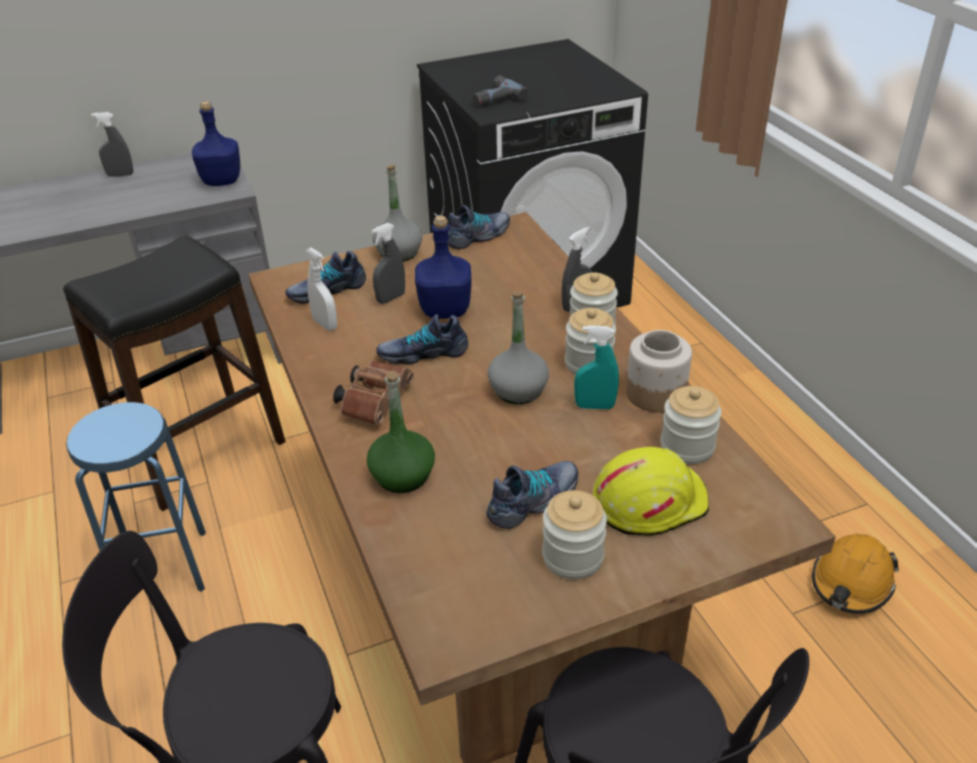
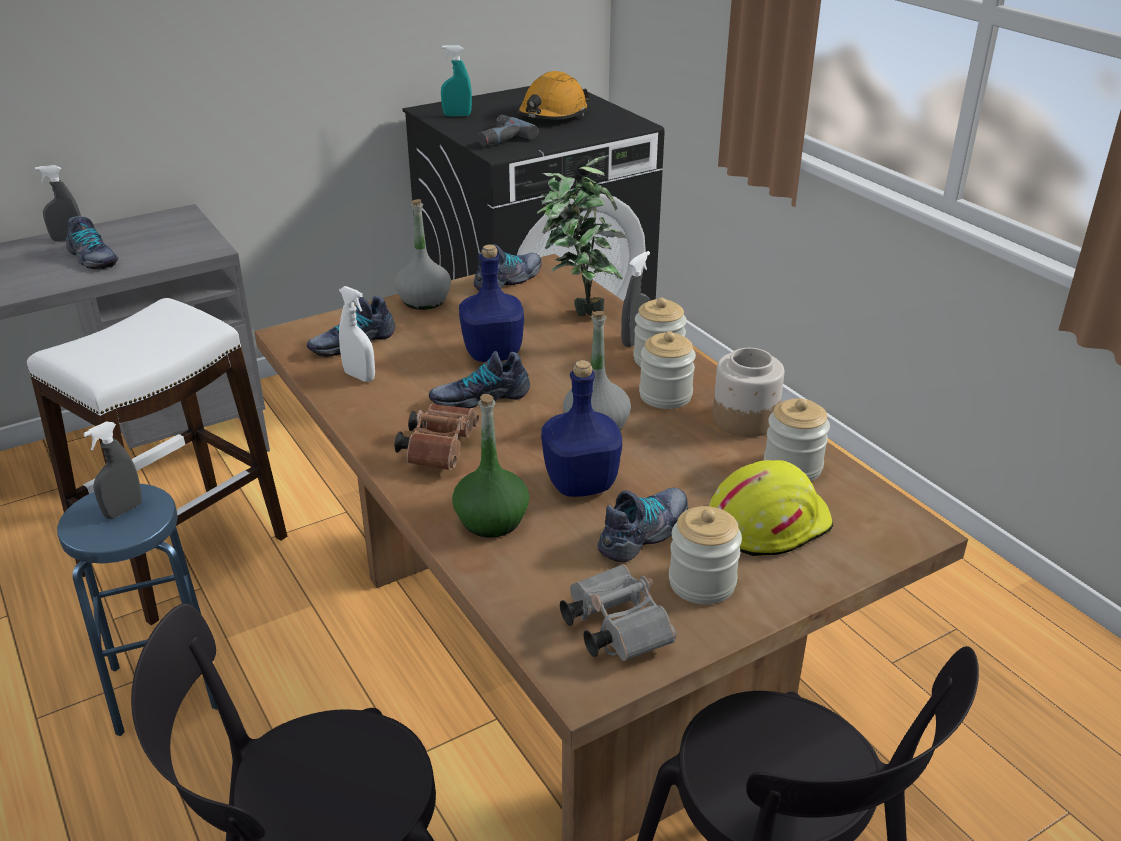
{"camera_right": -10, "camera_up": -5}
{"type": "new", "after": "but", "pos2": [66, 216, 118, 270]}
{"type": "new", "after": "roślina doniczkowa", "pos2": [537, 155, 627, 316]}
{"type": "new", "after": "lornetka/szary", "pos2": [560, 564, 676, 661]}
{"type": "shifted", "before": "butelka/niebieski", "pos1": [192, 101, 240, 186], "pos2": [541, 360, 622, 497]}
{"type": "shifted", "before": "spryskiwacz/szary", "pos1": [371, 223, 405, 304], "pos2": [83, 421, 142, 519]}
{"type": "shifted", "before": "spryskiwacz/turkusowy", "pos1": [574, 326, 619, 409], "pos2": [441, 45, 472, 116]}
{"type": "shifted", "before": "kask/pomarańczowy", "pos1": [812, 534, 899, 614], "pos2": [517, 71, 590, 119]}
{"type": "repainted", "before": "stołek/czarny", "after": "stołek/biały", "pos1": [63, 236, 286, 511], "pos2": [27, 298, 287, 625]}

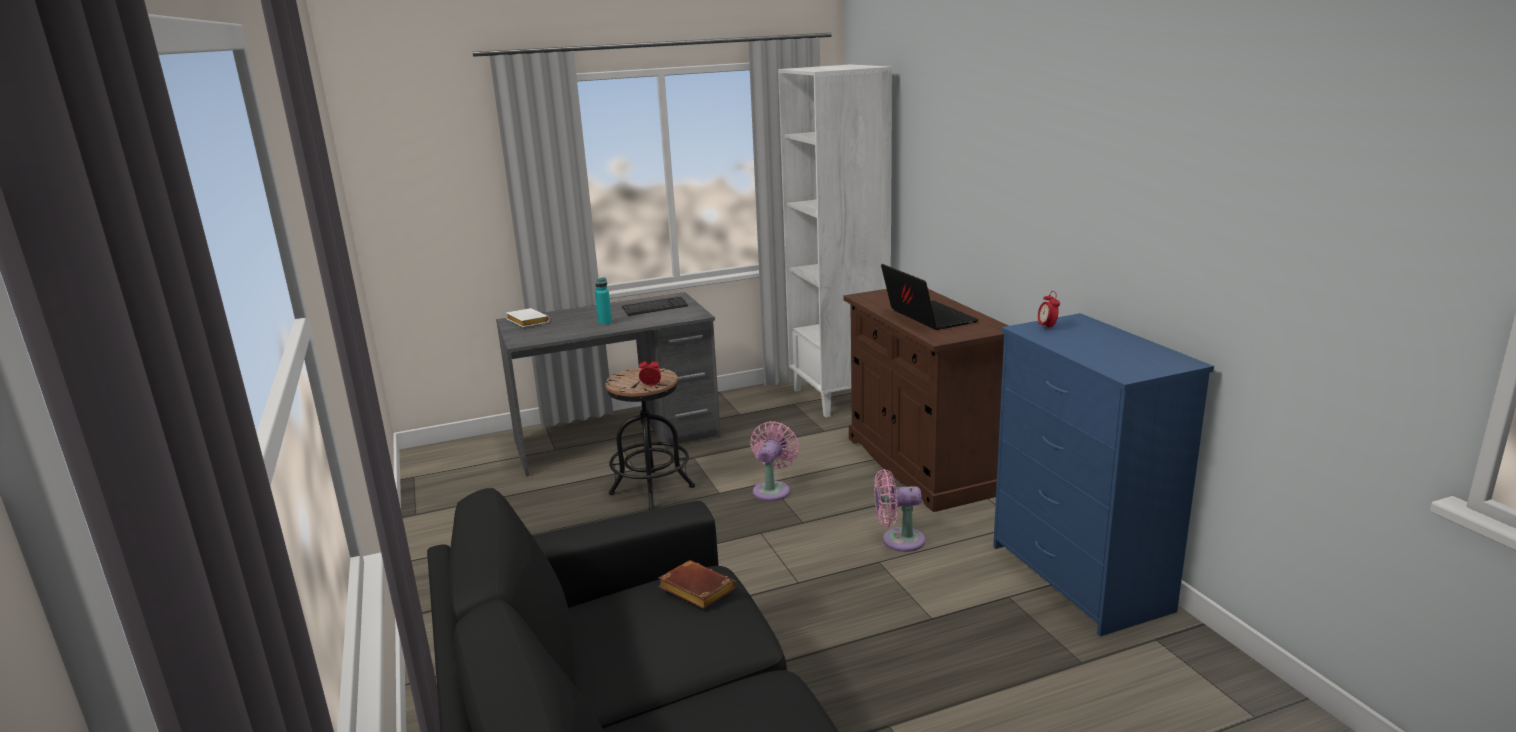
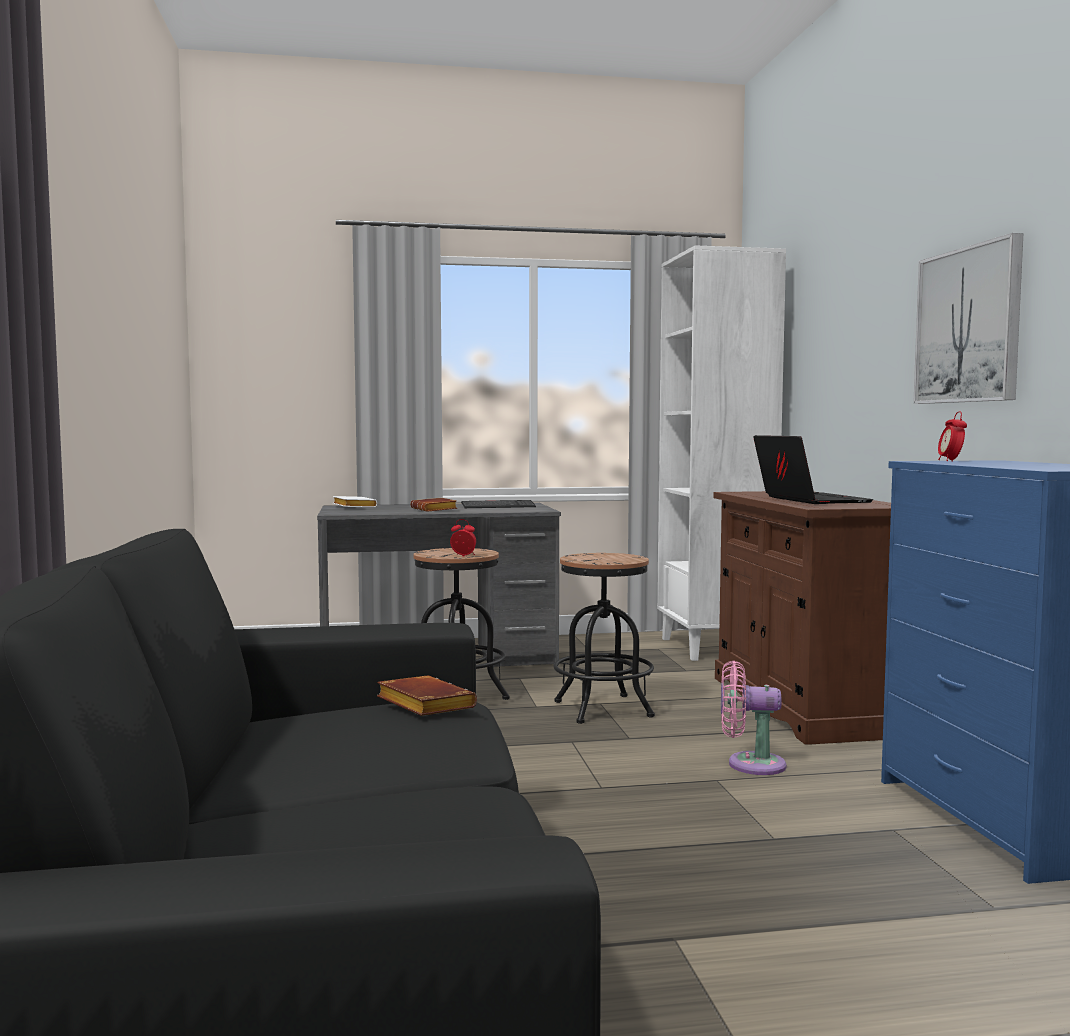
{"camera_right": 10, "camera_up": -15}
{"type": "new", "after": "obraz", "pos2": [913, 233, 1023, 404]}
{"type": "swapped", "before": "butelka/turkusowy", "after": "książka/brązowy", "pos1": [595, 277, 612, 326], "pos2": [410, 498, 457, 512]}
{"type": "swapped", "before": "wentylator/różowy", "after": "stołek/czarny", "pos1": [750, 421, 799, 501], "pos2": [553, 553, 655, 724]}

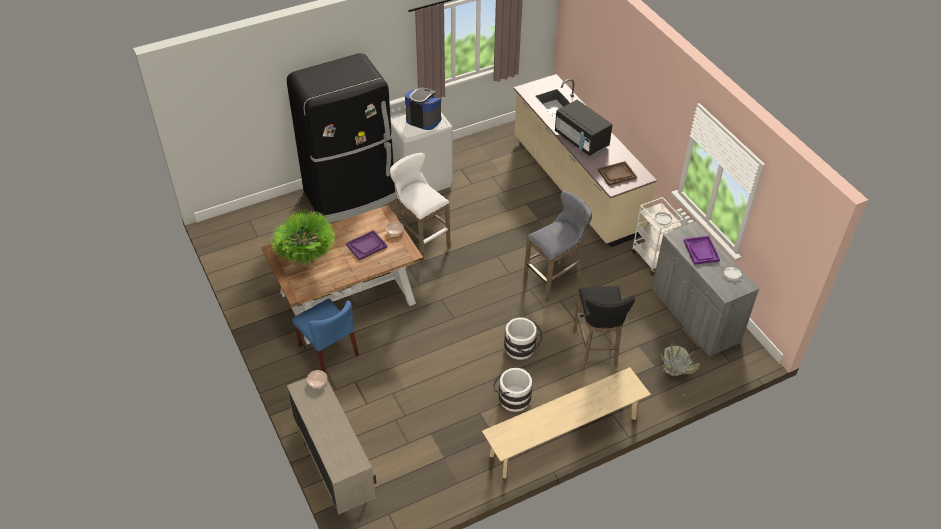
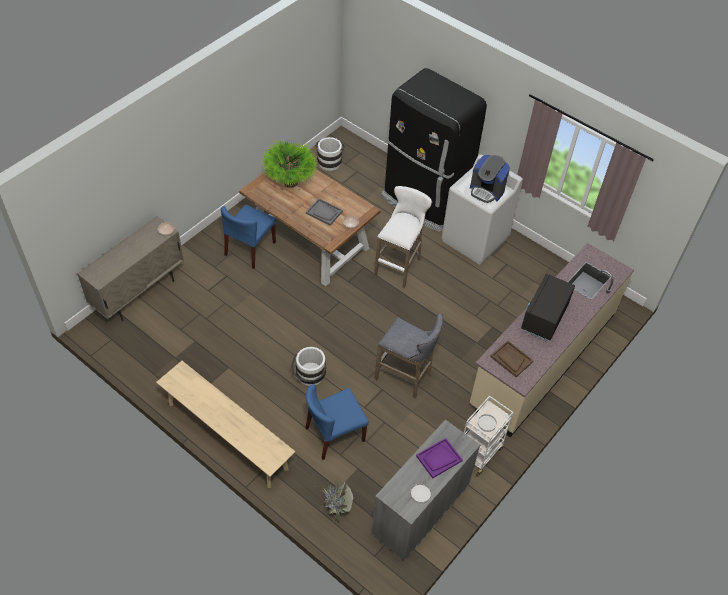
{"camera_right": 65, "camera_up": 5}
{"type": "shifted", "before": "wiadro/biały", "pos1": [493, 368, 533, 412], "pos2": [316, 137, 345, 171]}
{"type": "swapped", "before": "stołek/czarny", "after": "krzesło/niebieski", "pos1": [573, 286, 635, 369], "pos2": [305, 384, 369, 460]}
{"type": "repainted", "before": "taca/fioletowy", "after": "taca/szary", "pos1": [346, 230, 387, 260], "pos2": [306, 198, 343, 226]}
{"type": "rotated", "before": "ekspres do kawy", "pos1": [405, 87, 441, 130], "pos2": [470, 155, 510, 203], "turn": 120}

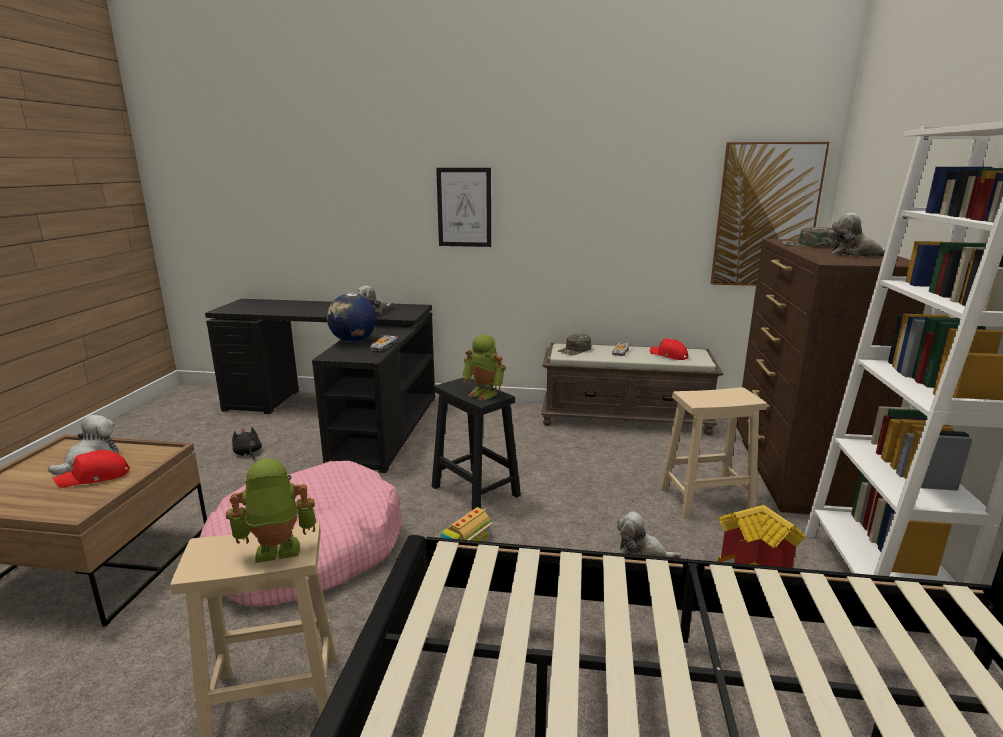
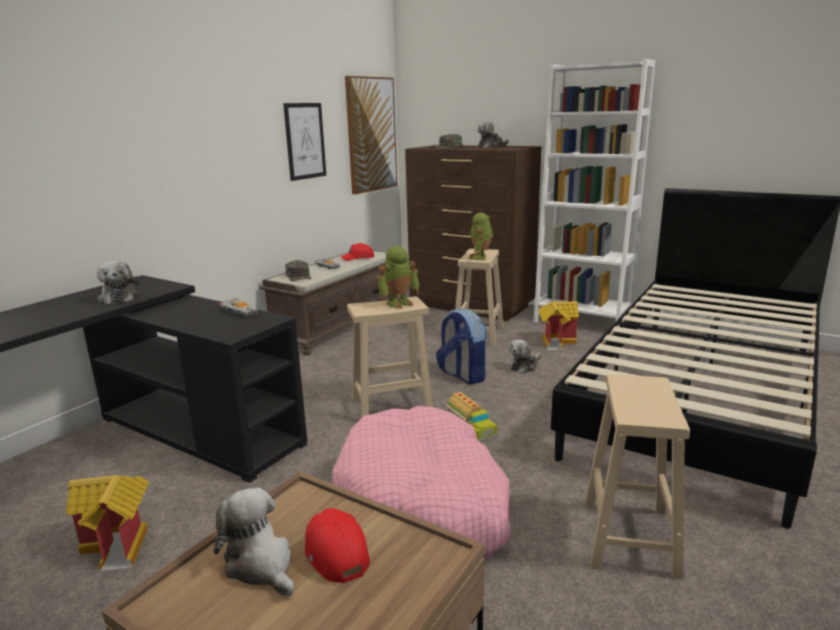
{"camera_right": -65, "camera_up": 0}
{"type": "gone", "before": "globus", "pos1": [327, 293, 377, 342]}
{"type": "new", "after": "plecak", "pos2": [436, 308, 487, 384]}
{"type": "shifted", "before": "robot zabawkowy", "pos1": [226, 458, 316, 563], "pos2": [469, 213, 493, 260]}
{"type": "shifted", "before": "obraz", "pos1": [436, 168, 491, 247], "pos2": [283, 103, 326, 181]}
{"type": "swapped", "before": "pluszak/czarny", "after": "domek", "pos1": [232, 427, 262, 459], "pos2": [66, 475, 149, 571]}
{"type": "repainted", "before": "stołek/czarny", "after": "stołek/beżowy", "pos1": [431, 378, 521, 510], "pos2": [347, 296, 433, 418]}
{"type": "rotated", "before": "czapka z daszkiem/czerwony", "pos1": [53, 450, 130, 488], "pos2": [305, 508, 370, 583], "turn": 150}

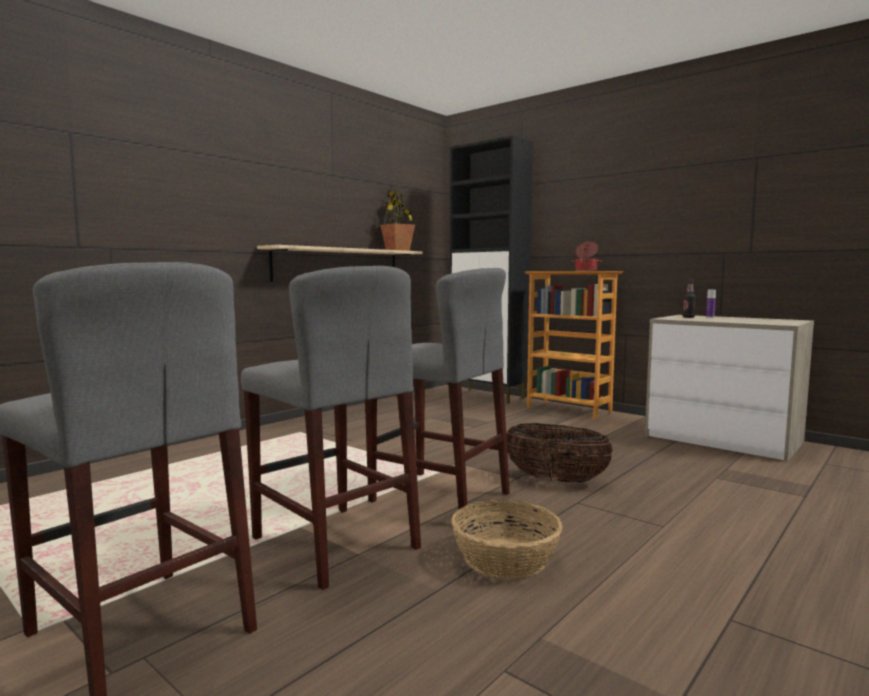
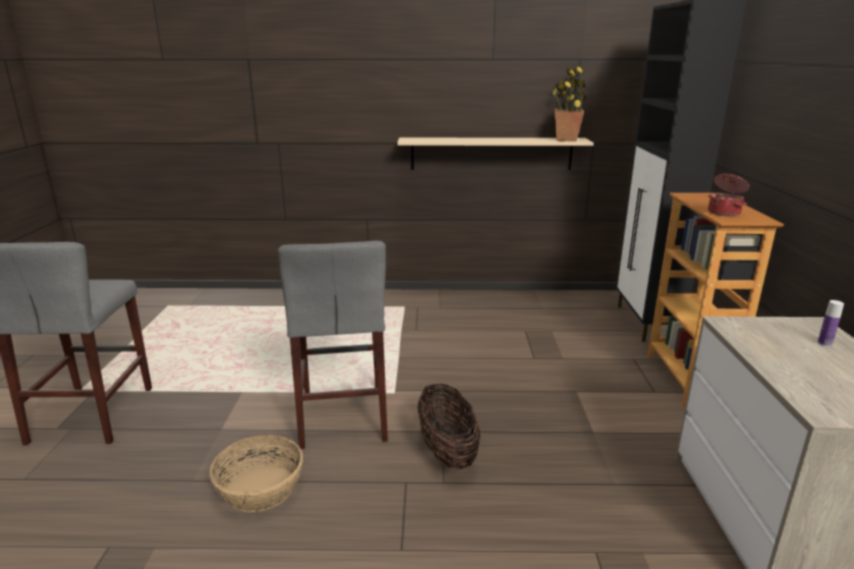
{"camera_right": 50, "camera_up": 15}
{"type": "gone", "before": "stołek/szary", "pos1": [241, 266, 421, 590]}
{"type": "gone", "before": "butelka", "pos1": [683, 279, 696, 318]}

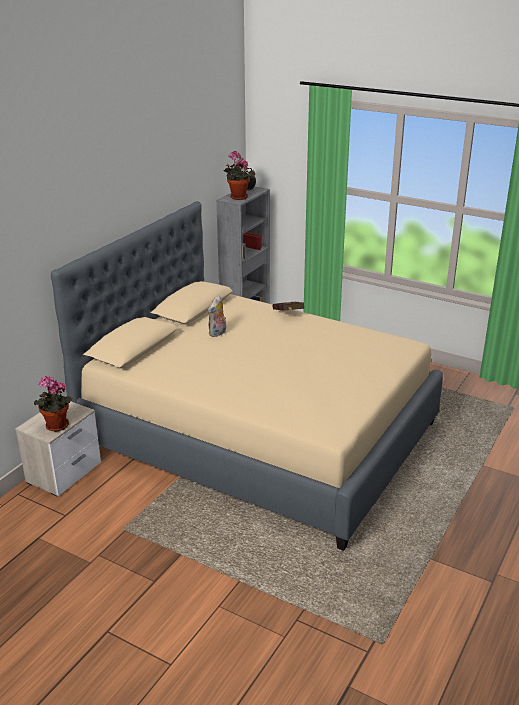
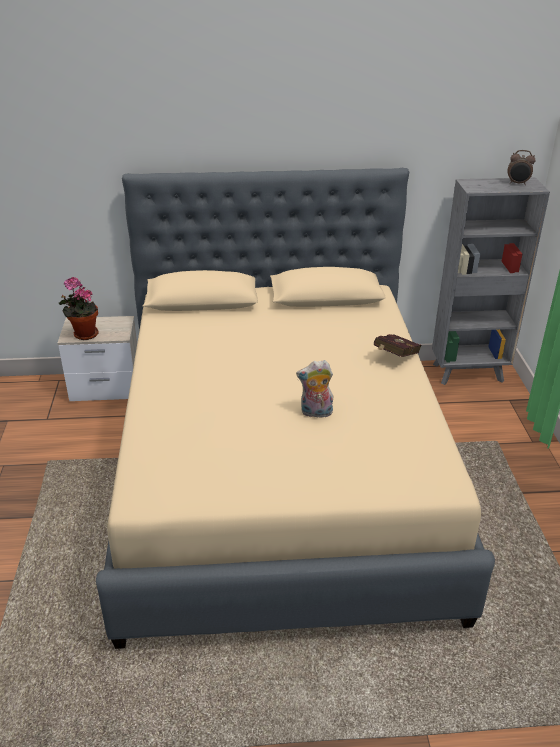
{"camera_right": 55, "camera_up": 5}
{"type": "gone", "before": "roślina doniczkowa", "pos1": [223, 151, 250, 200]}
{"type": "shifted", "before": "pluszak", "pos1": [208, 295, 226, 337], "pos2": [296, 360, 334, 418]}

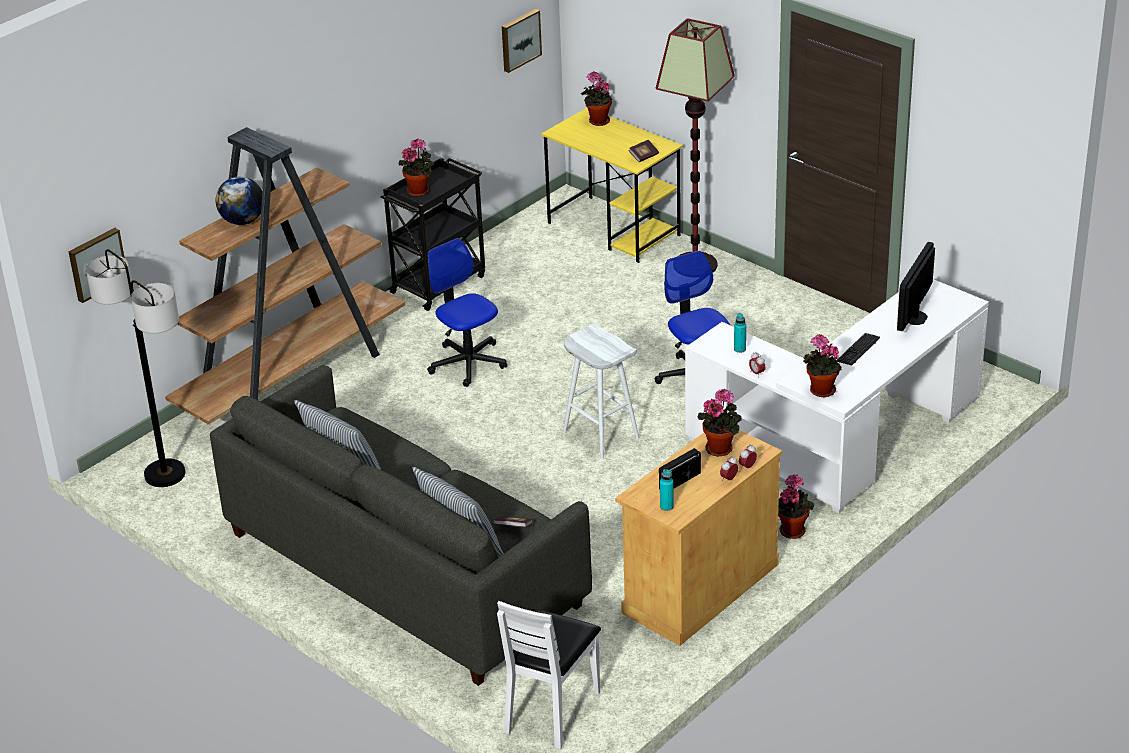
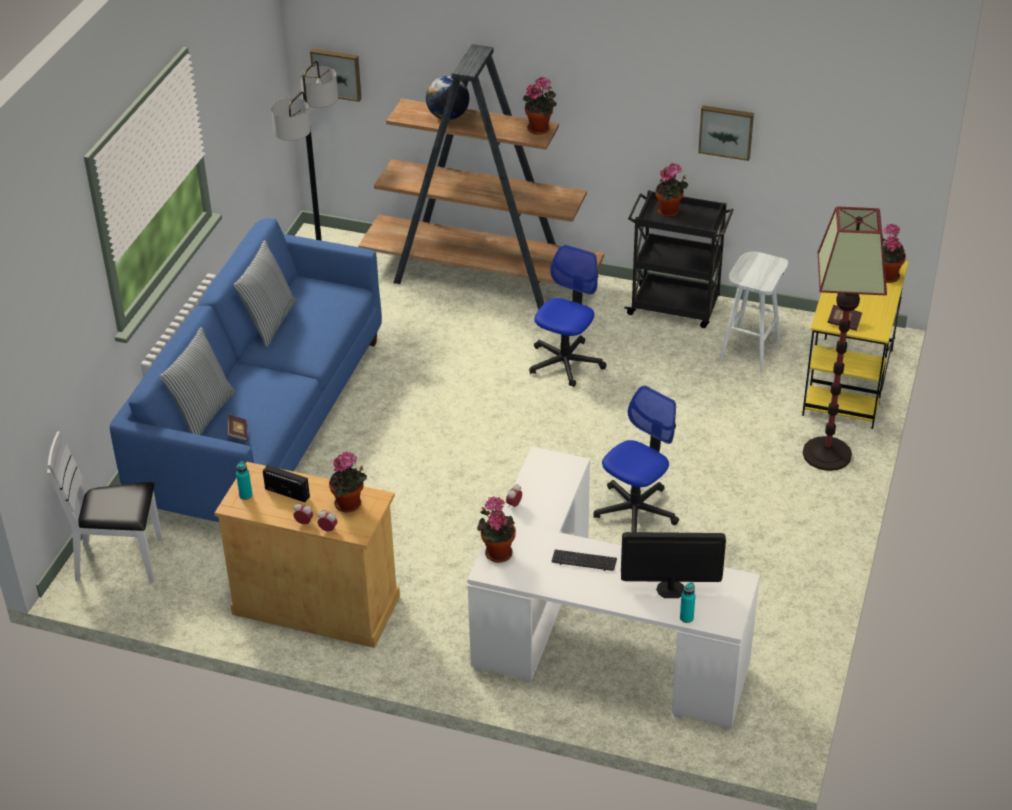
{"camera_right": 65, "camera_up": 5}
{"type": "shifted", "before": "obraz", "pos1": [502, 9, 542, 73], "pos2": [698, 105, 754, 161]}
{"type": "shifted", "before": "stołek/biały", "pos1": [563, 323, 639, 459], "pos2": [719, 251, 788, 373]}
{"type": "shifted", "before": "butelka/turkusowy", "pos1": [734, 313, 746, 353], "pos2": [680, 582, 695, 623]}
{"type": "shifted", "before": "roślina doniczkowa", "pos1": [778, 474, 814, 539], "pos2": [523, 76, 557, 134]}
{"type": "repainted", "before": "kanapa/szary", "after": "kanapa/niebieski", "pos1": [210, 365, 592, 686], "pos2": [110, 218, 382, 522]}

